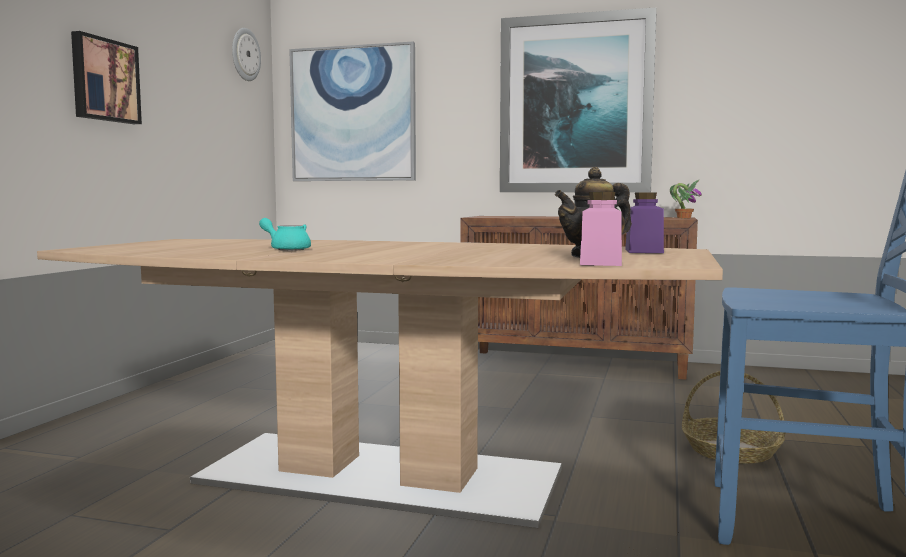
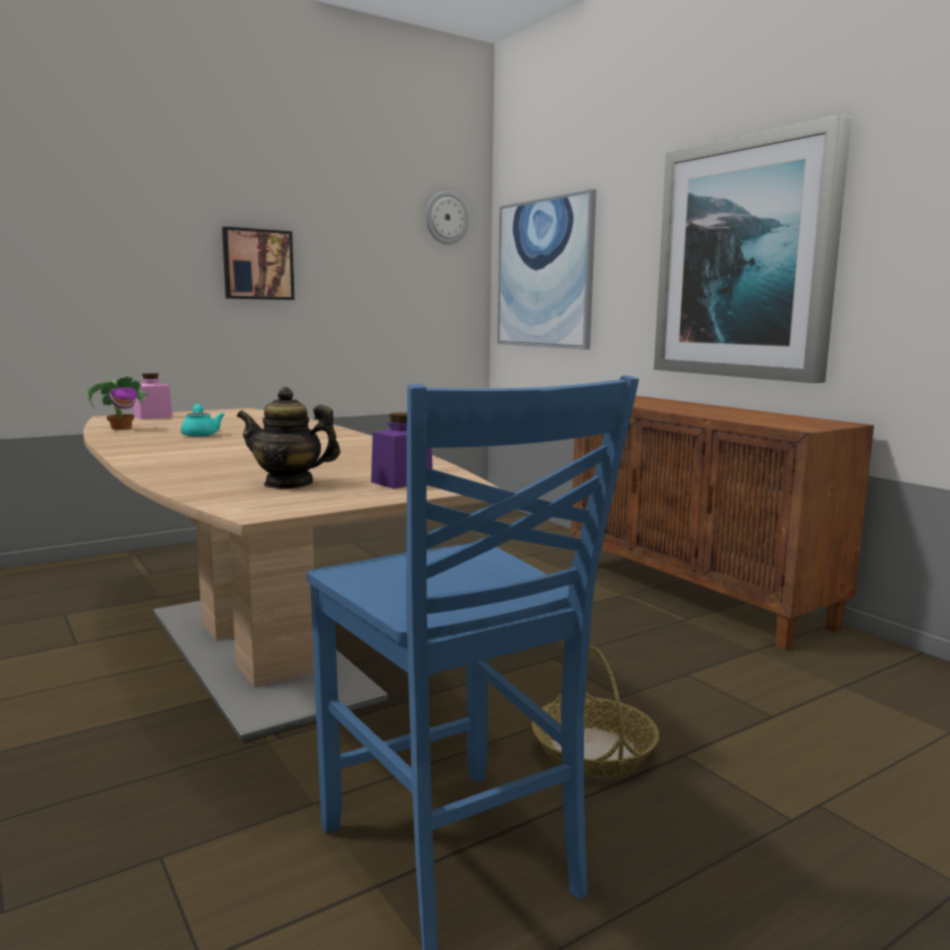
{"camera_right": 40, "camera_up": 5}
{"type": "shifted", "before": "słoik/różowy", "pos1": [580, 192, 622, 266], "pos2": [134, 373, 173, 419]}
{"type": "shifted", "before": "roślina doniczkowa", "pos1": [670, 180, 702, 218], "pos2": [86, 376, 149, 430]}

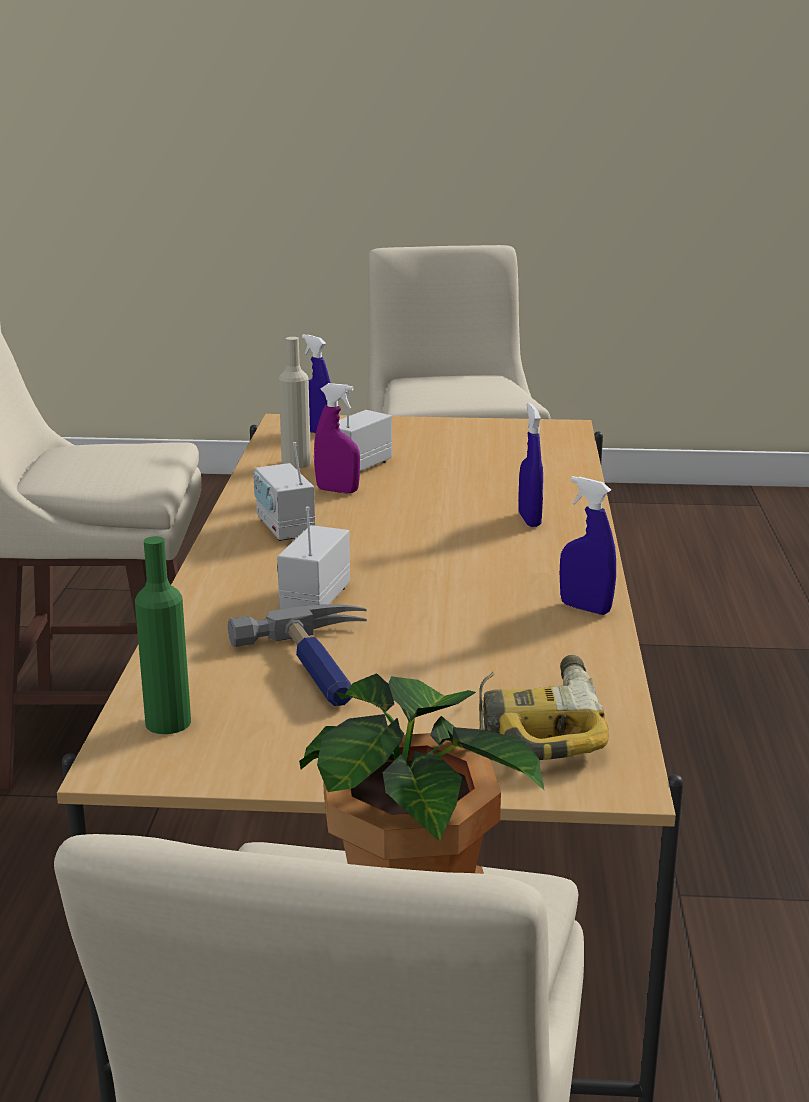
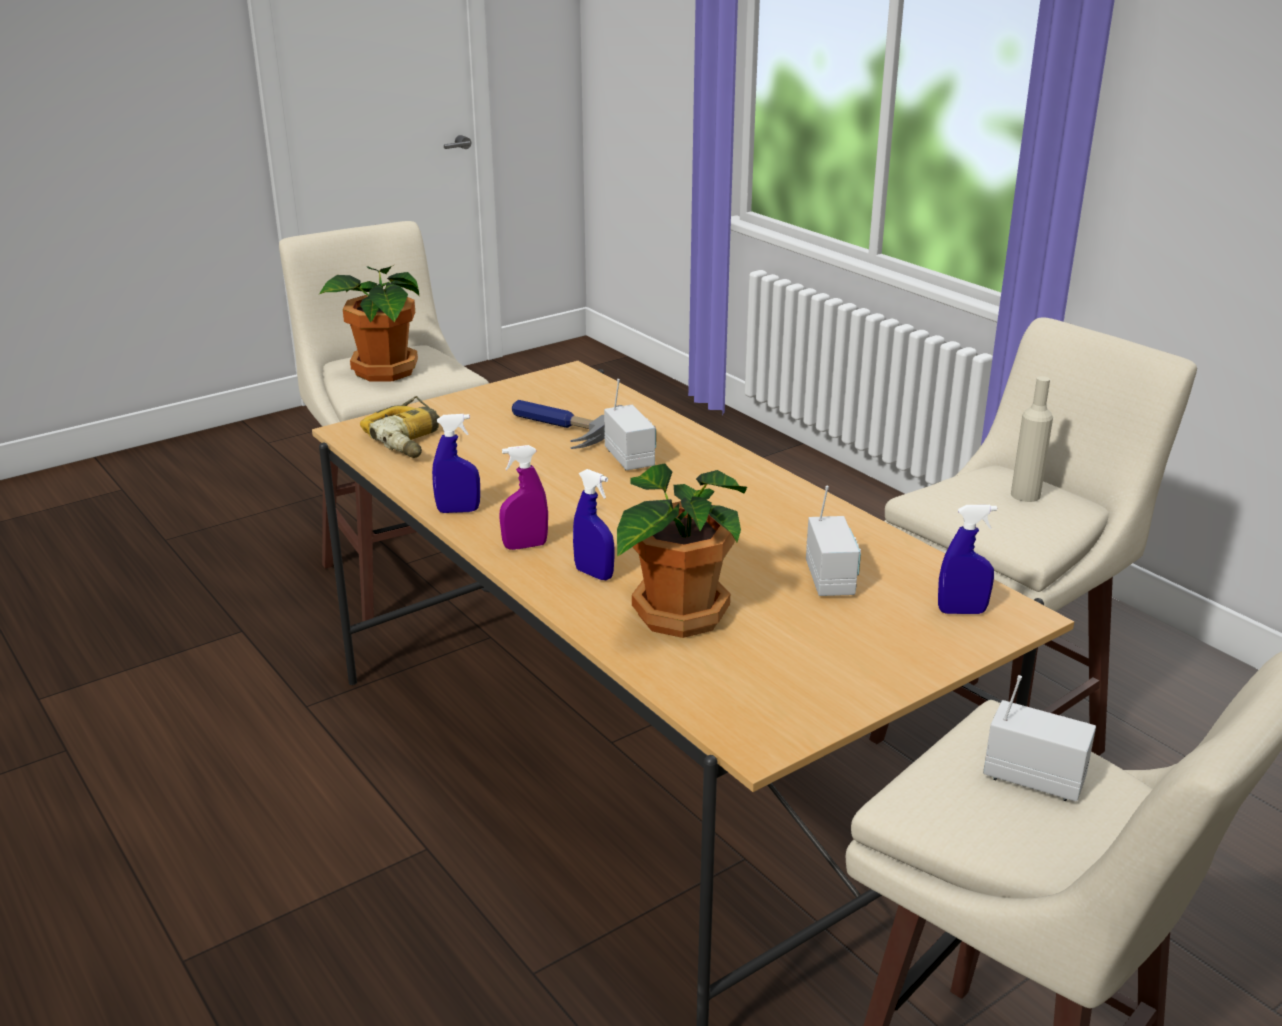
{"camera_right": 140, "camera_up": 5}
{"type": "gone", "before": "butelka/zielony", "pos1": [135, 536, 191, 734]}
{"type": "new", "after": "roślina doniczkowa", "pos2": [617, 463, 747, 638]}
{"type": "shifted", "before": "radio", "pos1": [253, 442, 315, 541], "pos2": [983, 675, 1096, 802]}
{"type": "shifted", "before": "butelka/beżowy", "pos1": [279, 337, 311, 469], "pos2": [1011, 376, 1053, 502]}
{"type": "shifted", "before": "spryskiwacz/fioletowy", "pos1": [314, 383, 360, 494], "pos2": [499, 445, 548, 550]}

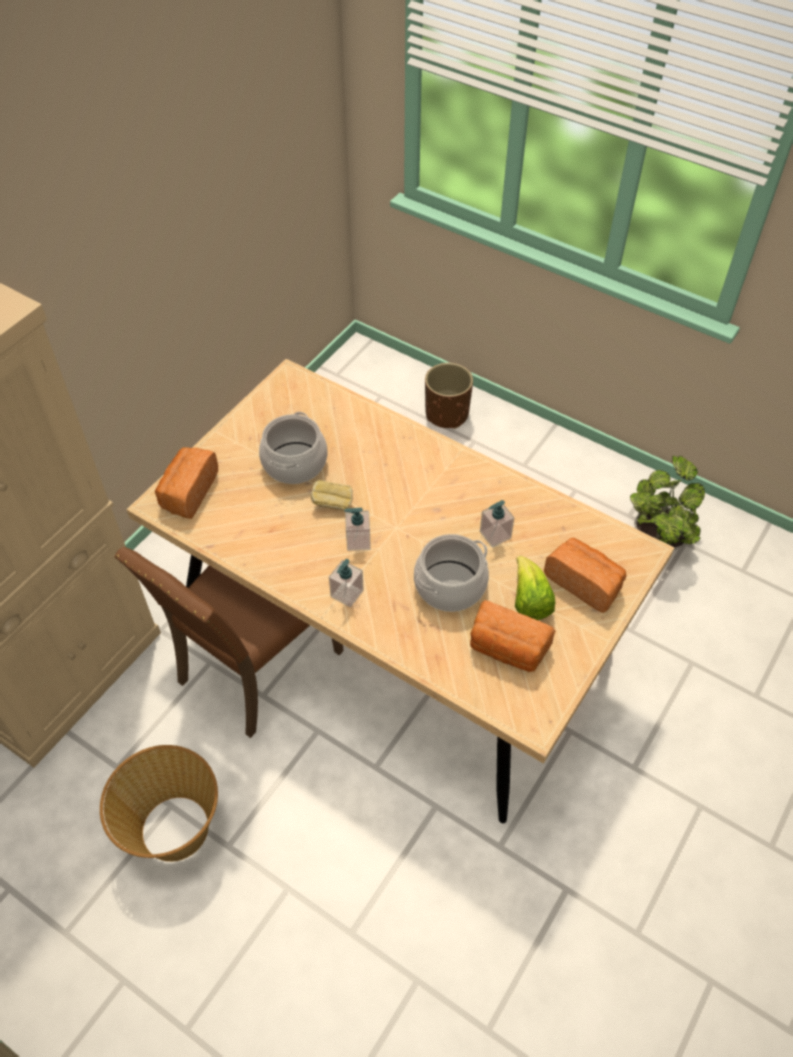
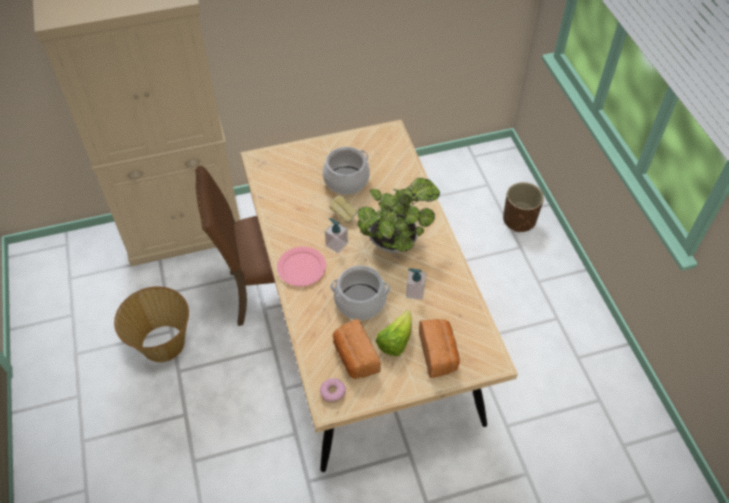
{"camera_right": 40, "camera_up": 0}
{"type": "gone", "before": "chleb", "pos1": [155, 447, 218, 519]}
{"type": "new", "after": "donut", "pos2": [320, 378, 346, 403]}
{"type": "shifted", "before": "roślina doniczkowa", "pos1": [630, 455, 705, 550], "pos2": [358, 178, 440, 253]}
{"type": "swapped", "before": "dozownik mydła", "after": "talerz/różowy", "pos1": [329, 559, 364, 607], "pos2": [277, 246, 326, 286]}

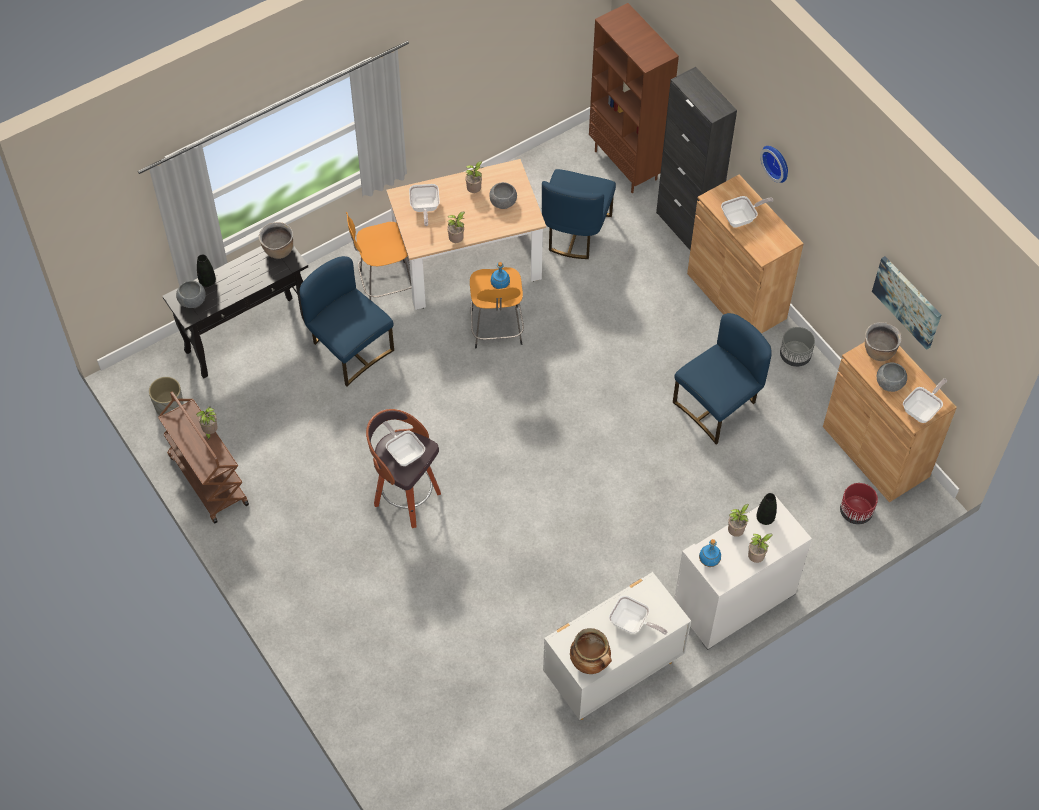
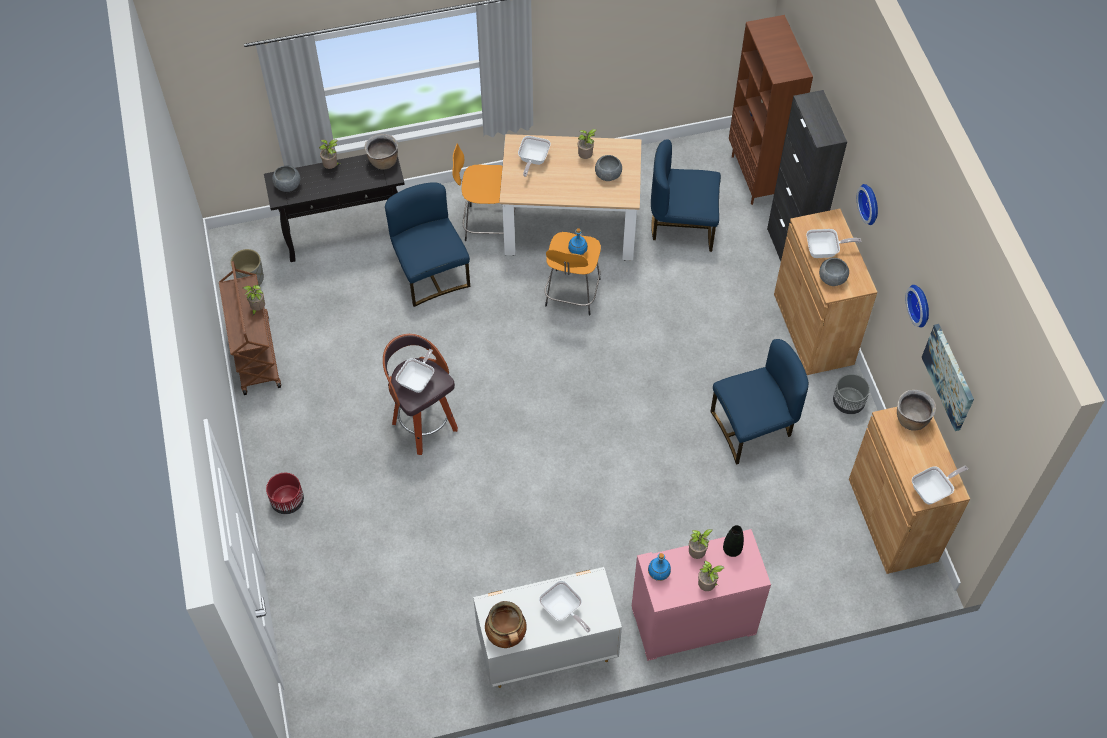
{"camera_right": 20, "camera_up": 0}
{"type": "gone", "before": "wazon/czarny", "pos1": [197, 254, 216, 287]}
{"type": "new", "after": "zegar ścienny", "pos2": [905, 285, 929, 328]}
{"type": "shifted", "before": "roślina doniczkowa", "pos1": [447, 211, 465, 243], "pos2": [319, 139, 339, 169]}
{"type": "shifted", "before": "donica/czerwony", "pos1": [840, 483, 878, 525], "pos2": [266, 473, 304, 514]}
{"type": "shifted", "before": "miska/szary", "pos1": [877, 363, 907, 392], "pos2": [819, 258, 849, 286]}
{"type": "repainted", "before": "komoda/biały", "after": "komoda/różowy", "pos1": [674, 496, 812, 650], "pos2": [632, 529, 771, 661]}
{"type": "rotated", "before": "patelnia", "pos1": [383, 421, 425, 466], "pos2": [396, 346, 436, 393], "turn": 45}
{"type": "rotated", "before": "krzesło/niebieski", "pos1": [542, 169, 616, 259], "pos2": [651, 139, 721, 252], "turn": 60}

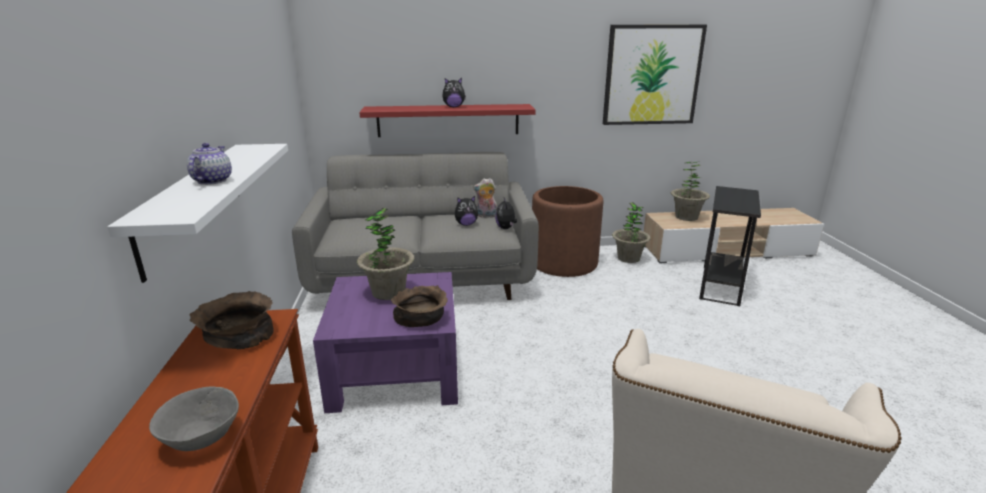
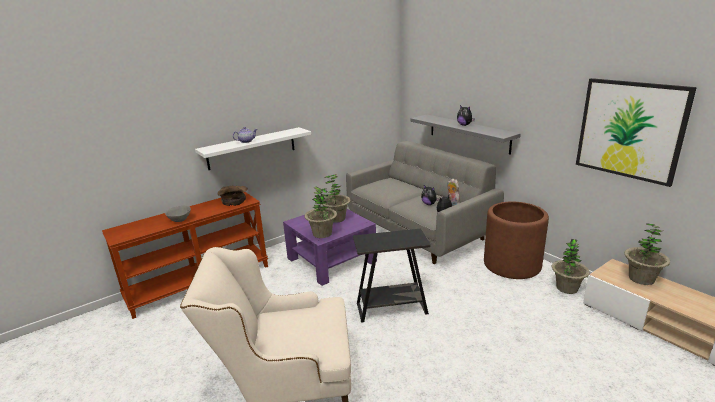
{"camera_right": 60, "camera_up": 0}
{"type": "shifted", "before": "stolik/czarny", "pos1": [699, 186, 761, 306], "pos2": [353, 229, 431, 323]}
{"type": "swapped", "before": "miska/brązowy", "after": "roślina doniczkowa", "pos1": [391, 285, 448, 327], "pos2": [304, 186, 337, 238]}
{"type": "repainted", "before": "półka/czerwony", "after": "półka/szary", "pos1": [359, 104, 536, 137], "pos2": [410, 115, 521, 155]}

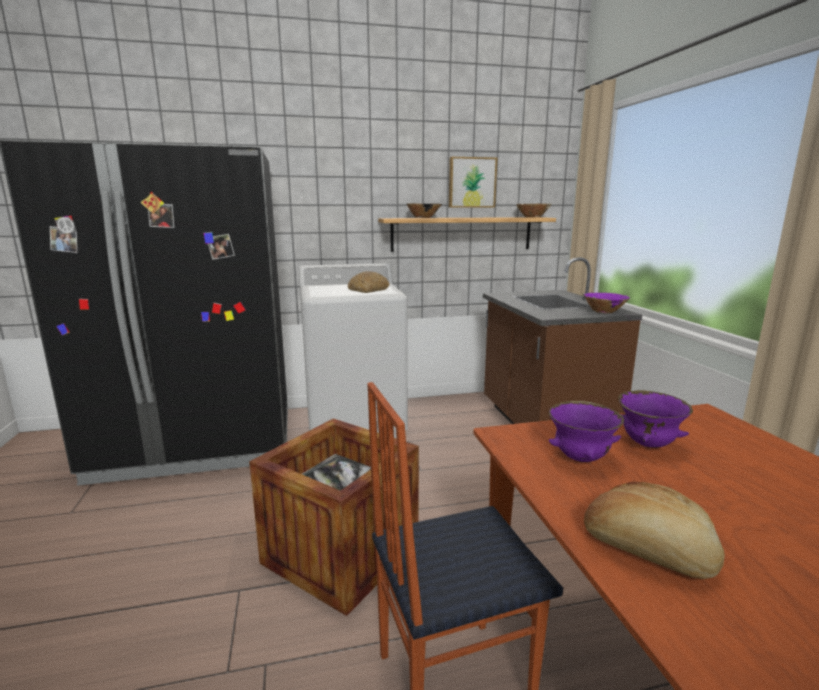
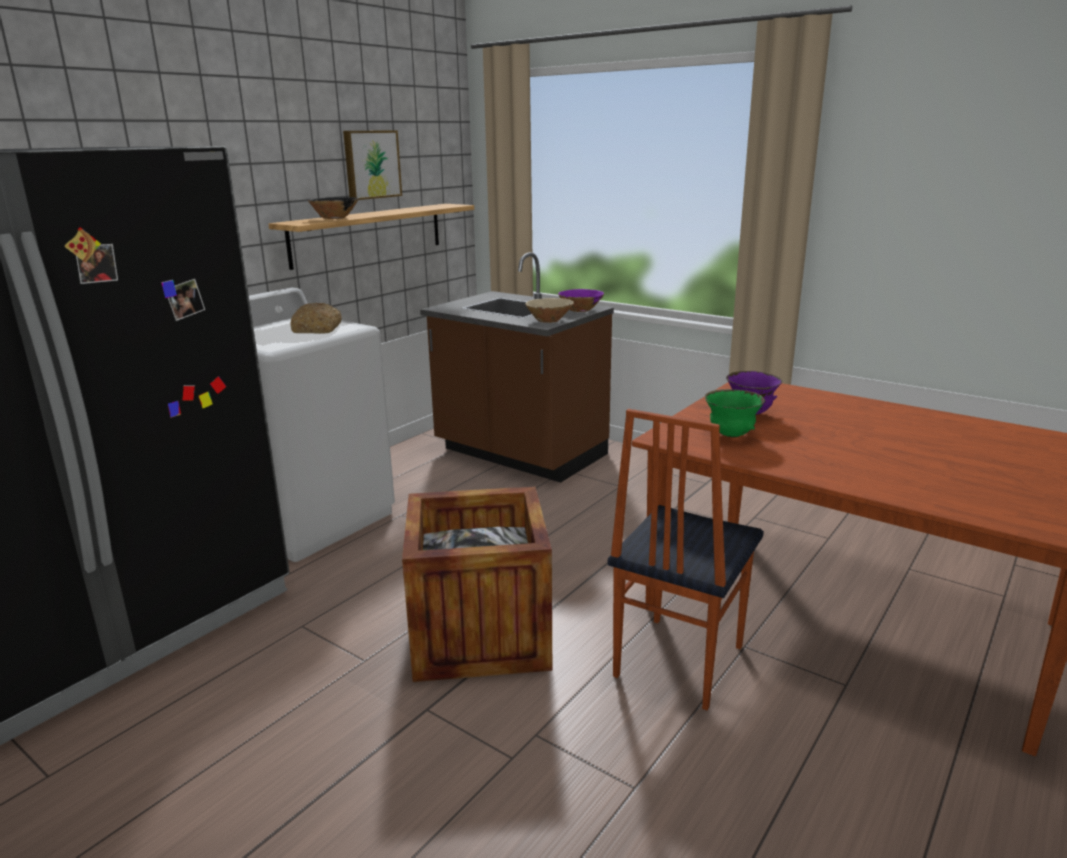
{"camera_right": -40, "camera_up": 5}
{"type": "gone", "before": "chleb", "pos1": [584, 482, 725, 579]}
{"type": "shifted", "before": "miska/beżowy", "pos1": [516, 203, 551, 217], "pos2": [525, 298, 574, 323]}
{"type": "repainted", "before": "miska/fioletowy", "after": "miska/zielony", "pos1": [549, 401, 624, 462], "pos2": [705, 389, 765, 438]}

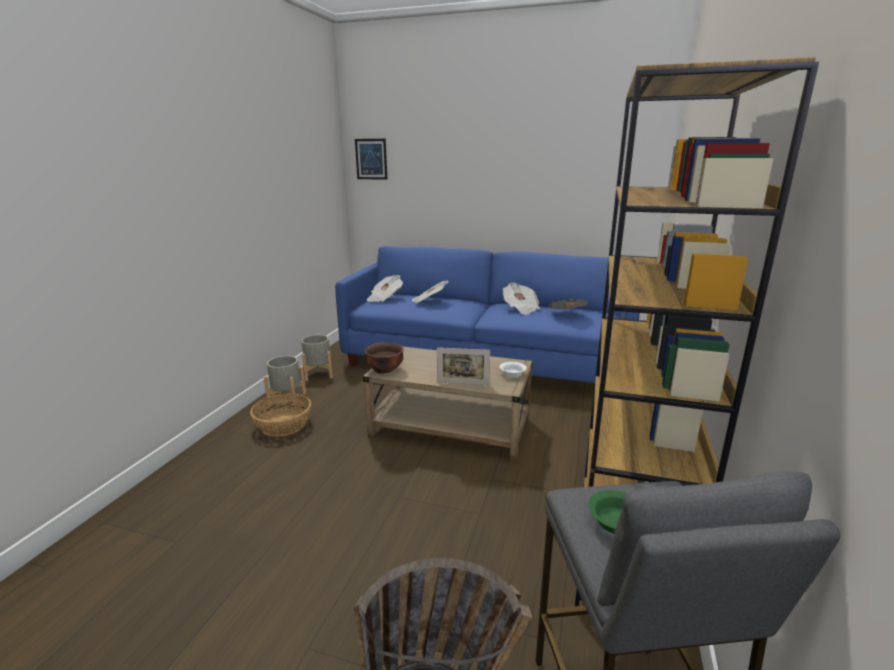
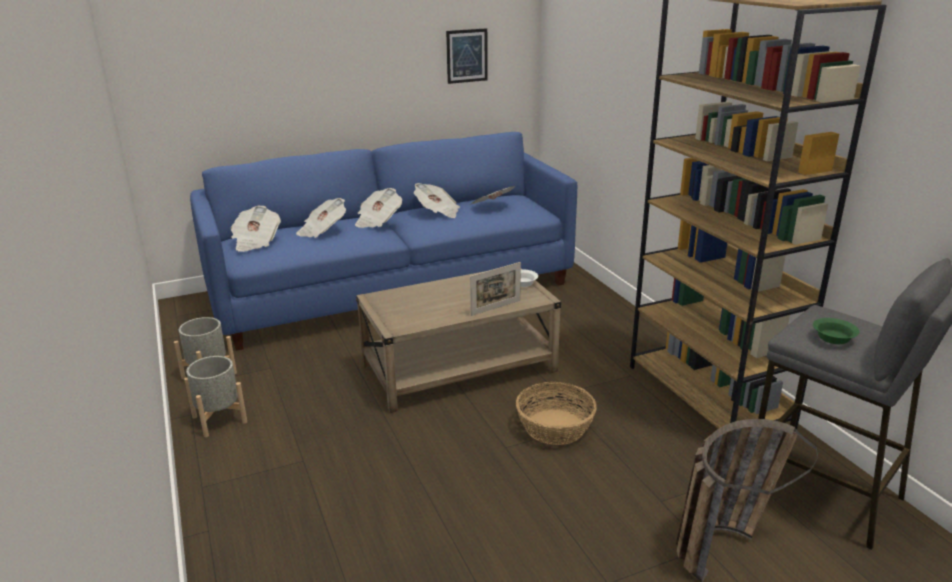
{"camera_right": -40, "camera_up": 5}
{"type": "gone", "before": "miska/brązowy", "pos1": [364, 342, 404, 374]}
{"type": "new", "after": "gazeta", "pos2": [355, 188, 402, 228]}
{"type": "shifted", "before": "koszyk", "pos1": [250, 393, 311, 436], "pos2": [516, 382, 597, 445]}
{"type": "shifted", "before": "obraz", "pos1": [355, 139, 387, 180], "pos2": [446, 28, 488, 84]}

